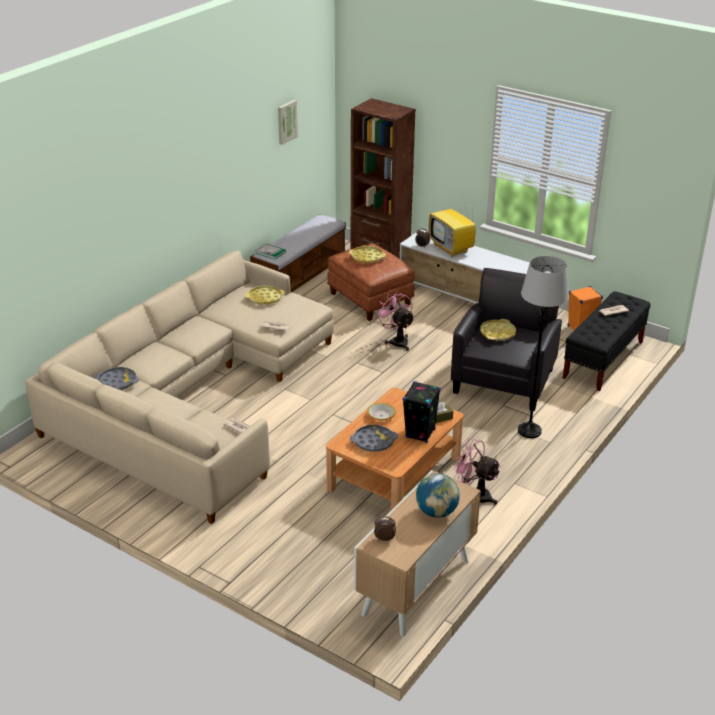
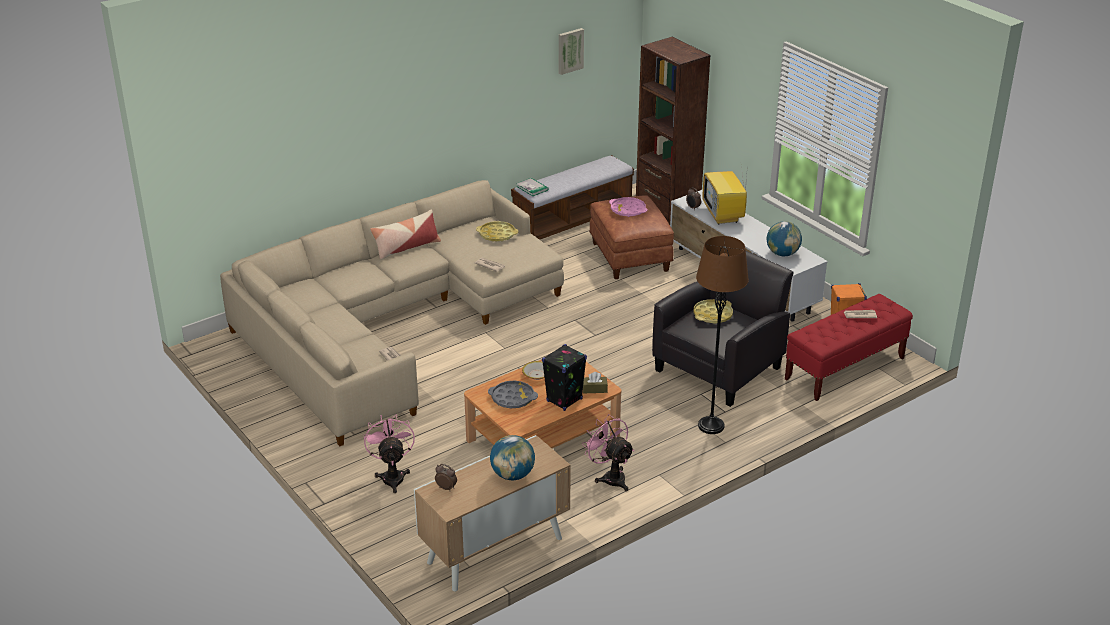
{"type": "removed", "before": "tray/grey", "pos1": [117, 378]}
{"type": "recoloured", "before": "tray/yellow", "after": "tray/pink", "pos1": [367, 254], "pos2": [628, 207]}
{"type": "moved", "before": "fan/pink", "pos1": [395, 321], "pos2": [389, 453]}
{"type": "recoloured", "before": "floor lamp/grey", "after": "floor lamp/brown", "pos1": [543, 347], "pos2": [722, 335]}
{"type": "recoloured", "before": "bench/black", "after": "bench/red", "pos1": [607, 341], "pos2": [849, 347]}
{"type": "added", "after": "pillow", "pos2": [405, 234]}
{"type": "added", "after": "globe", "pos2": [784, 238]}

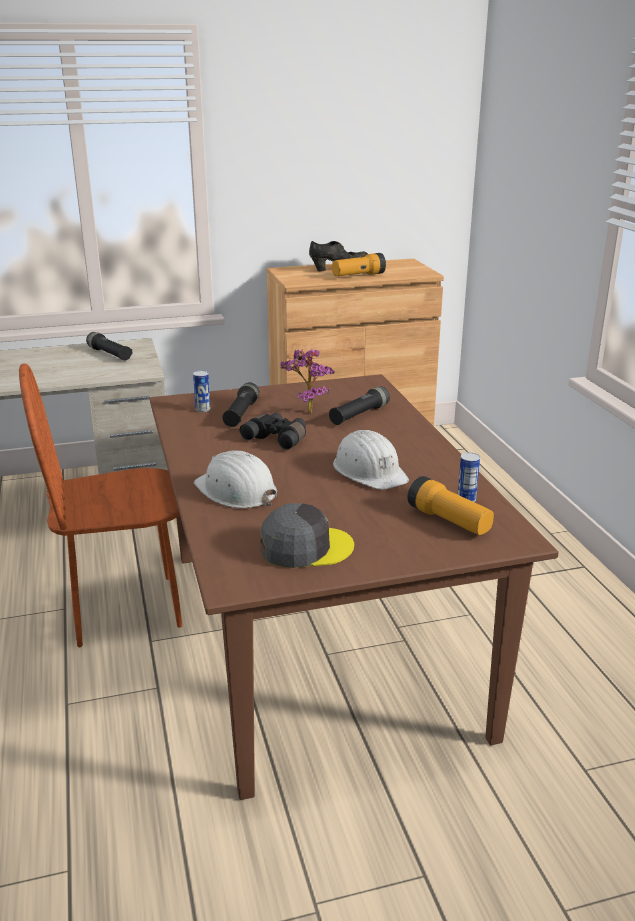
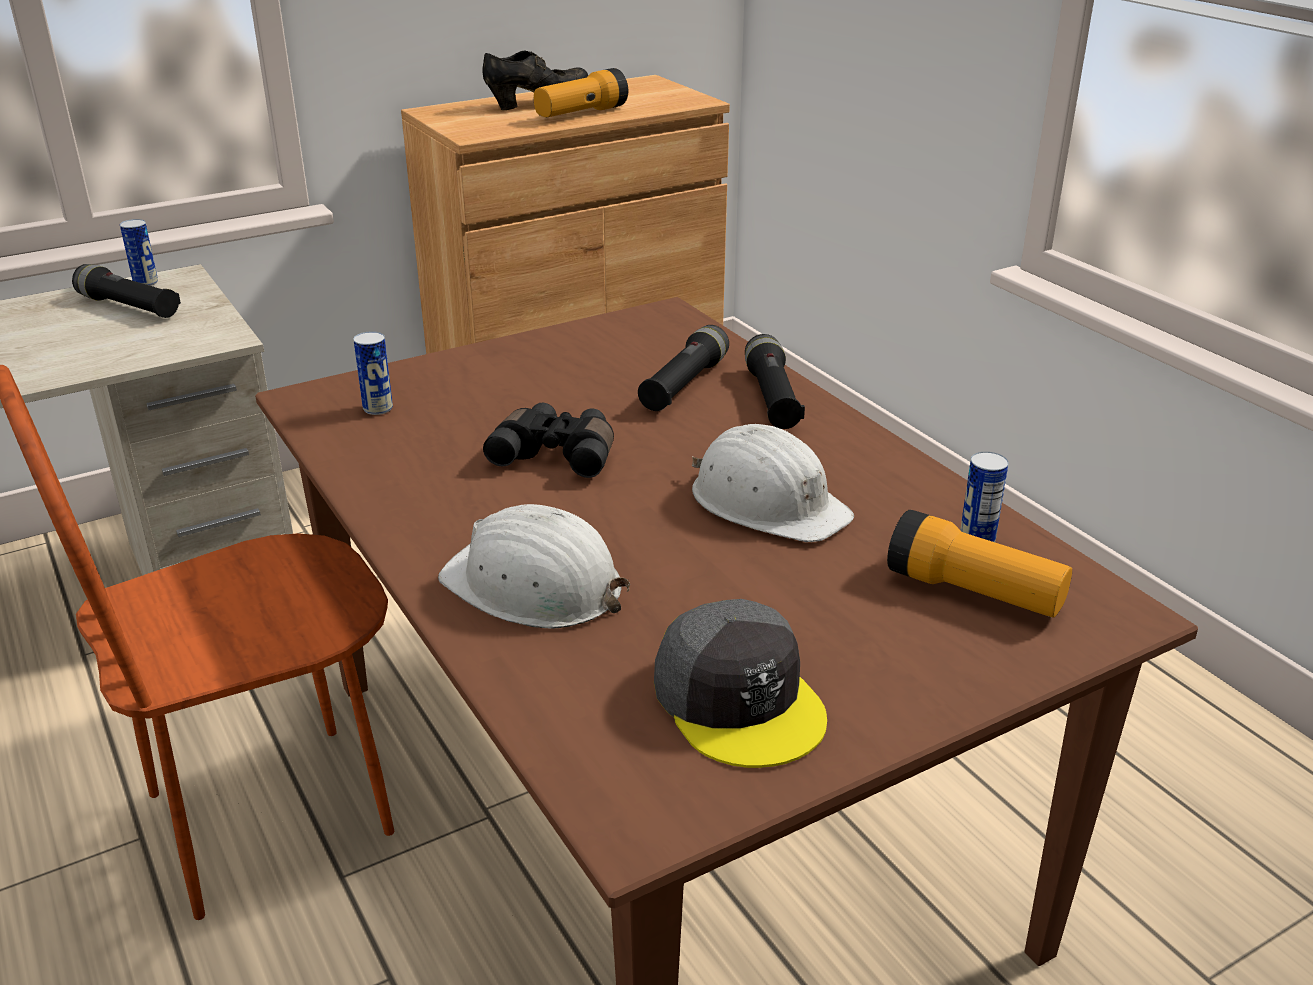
{"type": "moved", "before": "flashlight/black", "pos1": [240, 404], "pos2": [775, 381]}
{"type": "turned", "before": "cap/grey", "pos1": [307, 535], "pos2": [740, 683], "turn": 90}
{"type": "removed", "before": "potted plant", "pos1": [308, 381]}
{"type": "added", "after": "can", "pos2": [139, 252]}

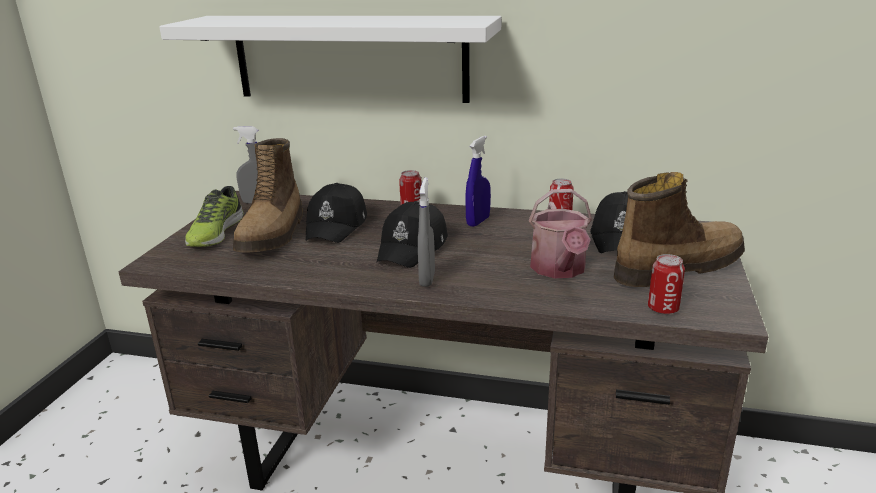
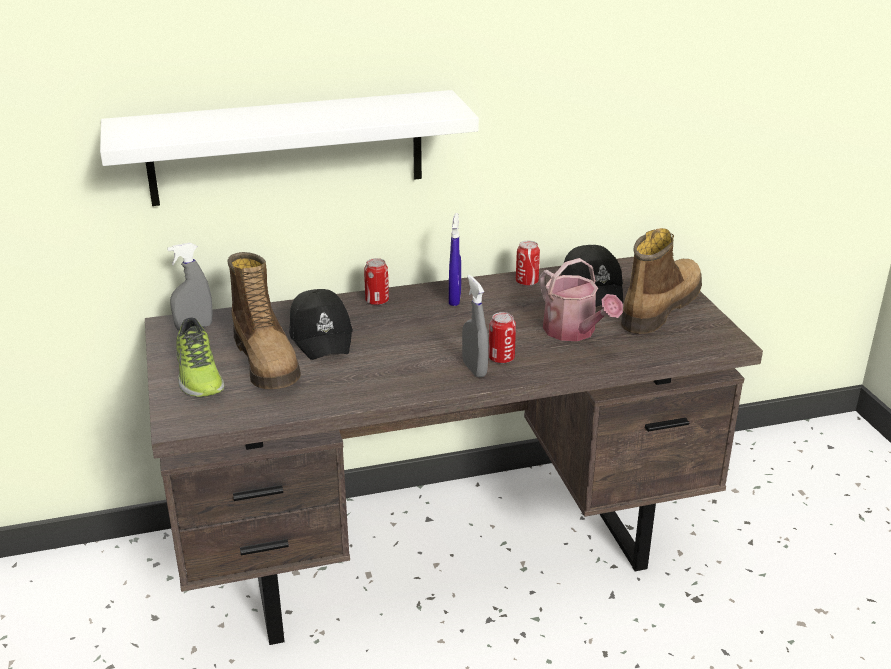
{"type": "removed", "before": "cap/black", "pos1": [412, 234]}
{"type": "moved", "before": "can", "pos1": [666, 284], "pos2": [502, 338]}

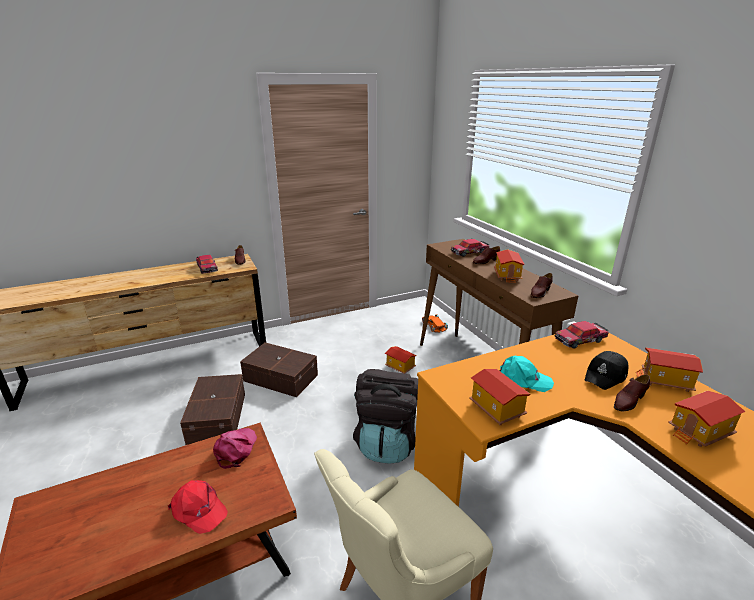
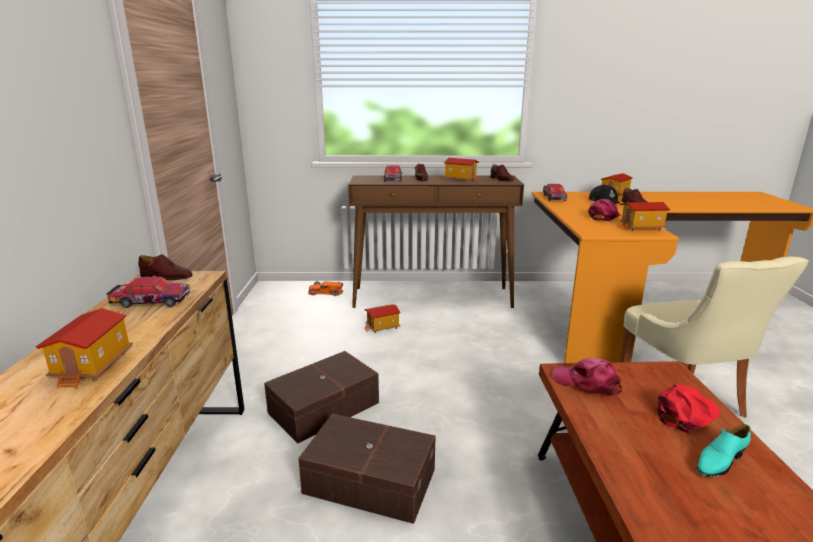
{"type": "removed", "before": "backpack/black", "pos1": [385, 416]}
{"type": "recoloured", "before": "cap/turquoise", "after": "cap/pink", "pos1": [526, 374], "pos2": [604, 210]}
{"type": "moved", "before": "toy house", "pos1": [707, 419], "pos2": [84, 348]}
{"type": "added", "after": "shoe/turquoise", "pos2": [724, 450]}

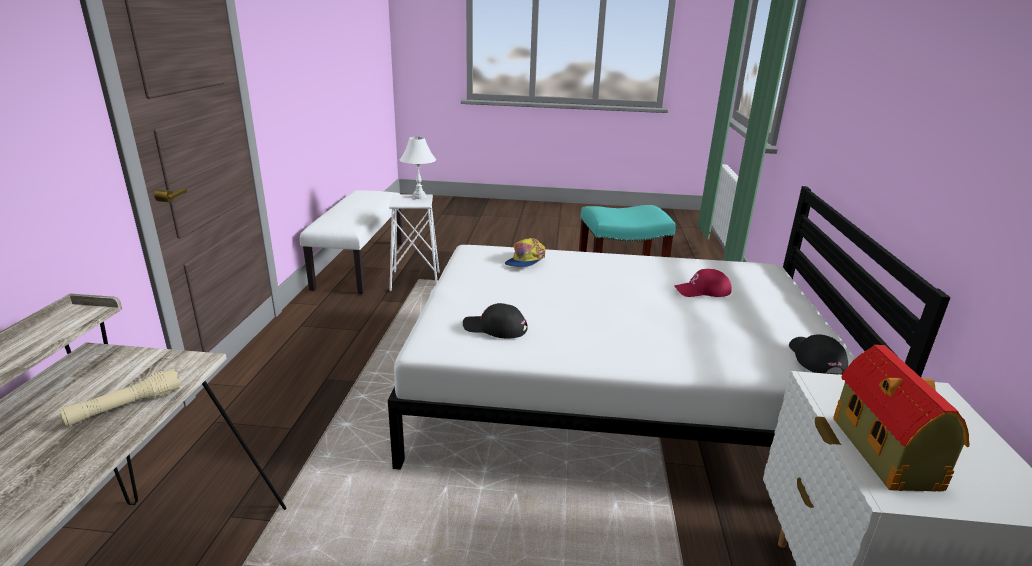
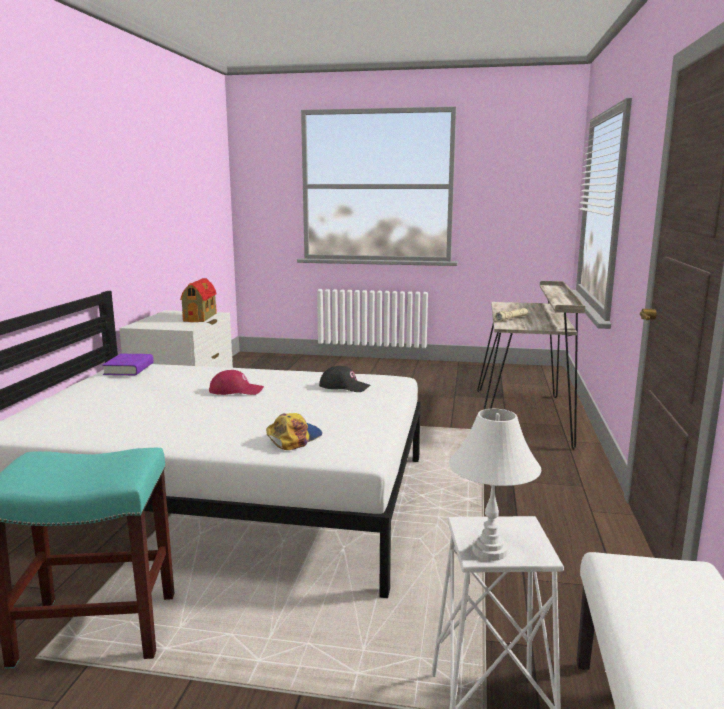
{"type": "moved", "before": "cap/red", "pos1": [702, 283], "pos2": [236, 382]}
{"type": "replaced", "before": "cap/black", "after": "book/purple", "pos1": [818, 354], "pos2": [128, 364]}

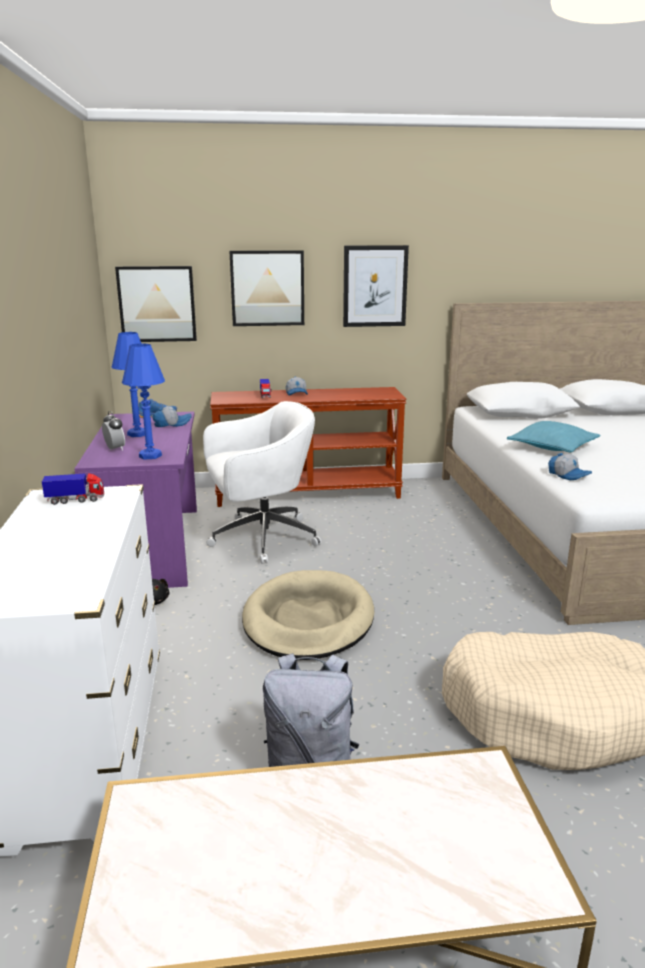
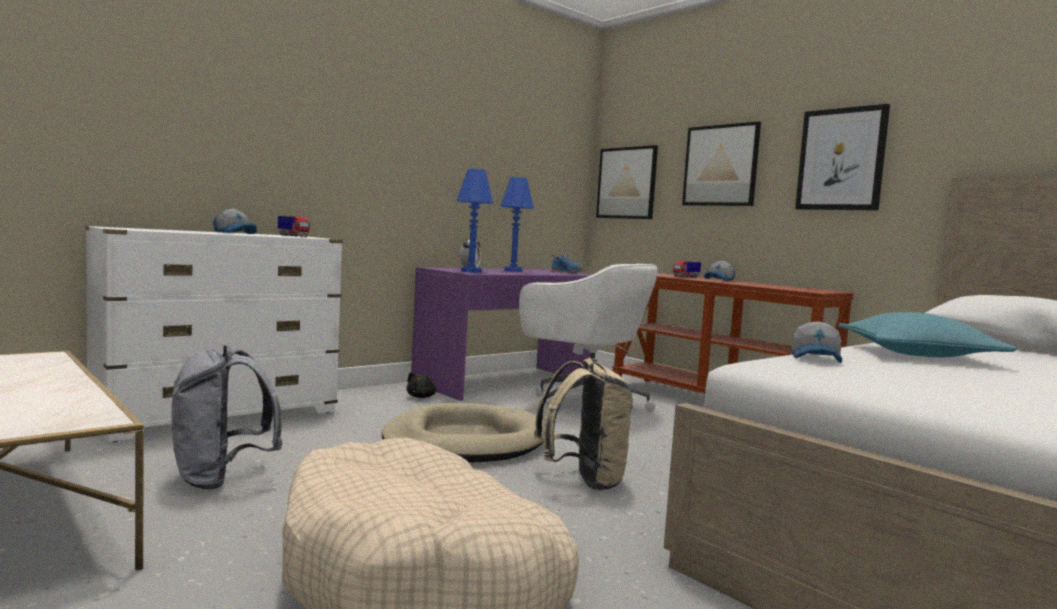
{"type": "moved", "before": "cap", "pos1": [172, 416], "pos2": [235, 221]}
{"type": "added", "after": "backpack/beige", "pos2": [583, 424]}

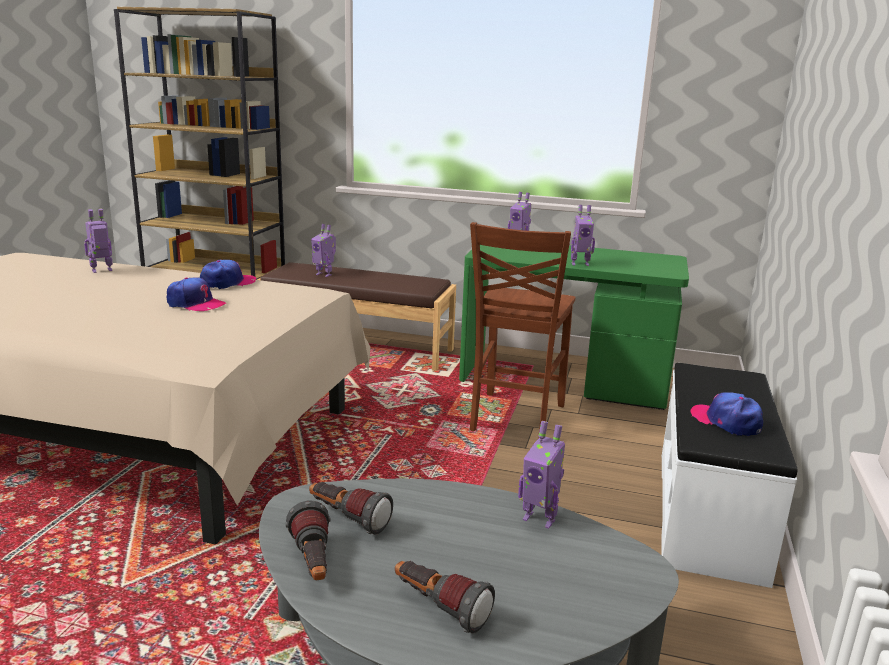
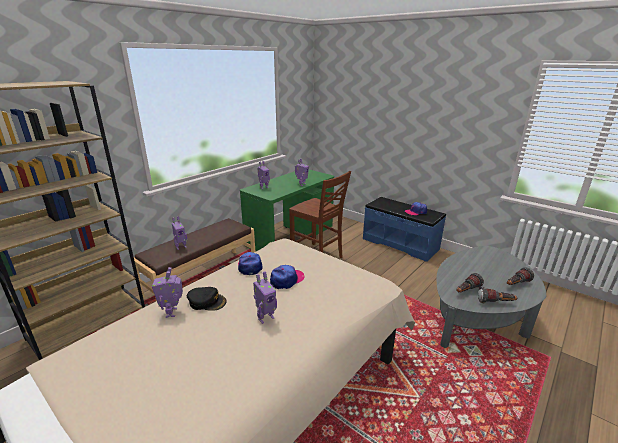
{"type": "moved", "before": "toy robot", "pos1": [541, 475], "pos2": [265, 297]}
{"type": "recoloured", "before": "bench/white", "after": "bench/blue", "pos1": [729, 475], "pos2": [404, 229]}
{"type": "added", "after": "cap/black", "pos2": [207, 299]}

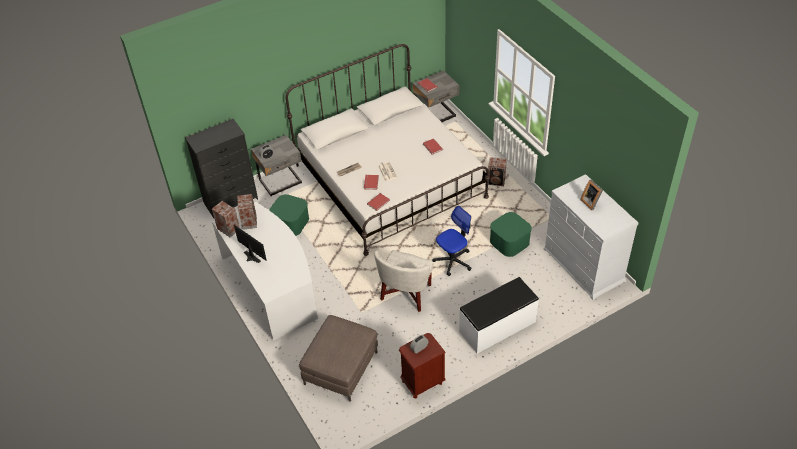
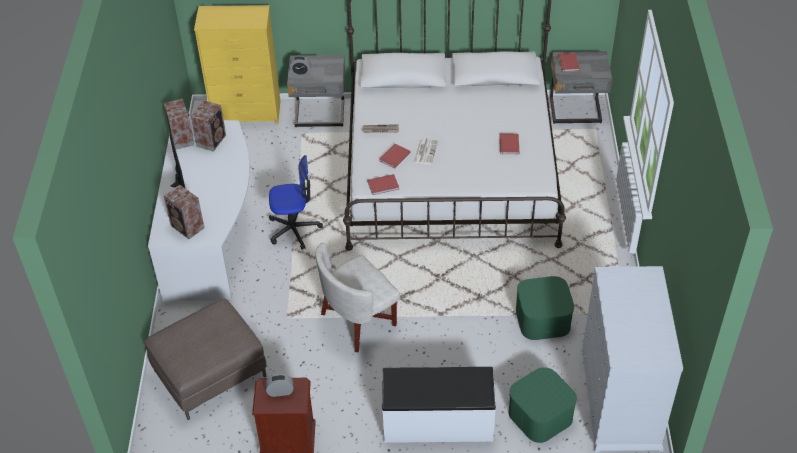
{"type": "recoloured", "before": "dresser/black", "after": "dresser/yellow", "pos1": [221, 168], "pos2": [237, 65]}
{"type": "moved", "before": "storage box/green", "pos1": [289, 215], "pos2": [542, 405]}
{"type": "moved", "before": "office chair", "pos1": [452, 241], "pos2": [296, 202]}
{"type": "moved", "before": "speaker", "pos1": [497, 171], "pos2": [184, 212]}
{"type": "removed", "before": "picture frame", "pos1": [591, 195]}

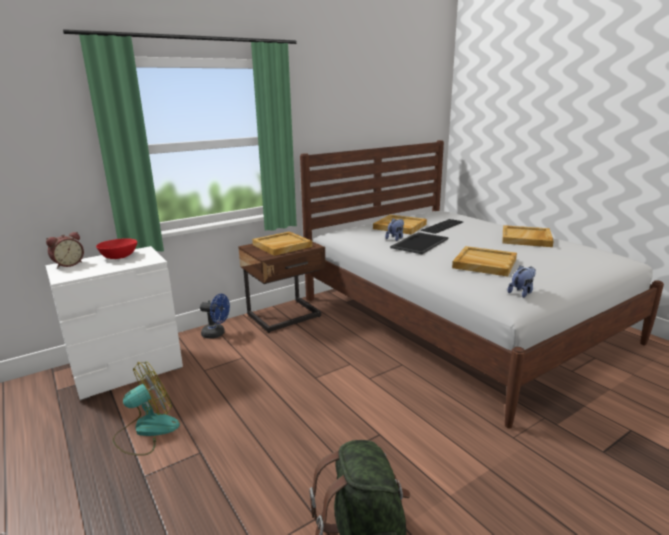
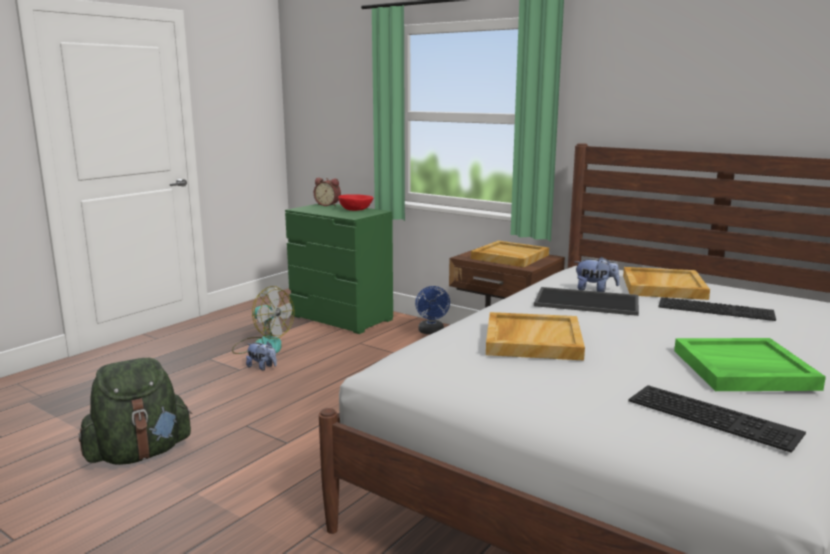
{"type": "recoloured", "before": "dresser/white", "after": "dresser/green", "pos1": [114, 323], "pos2": [339, 269]}
{"type": "recoloured", "before": "tray/beige", "after": "tray/green", "pos1": [528, 236], "pos2": [750, 364]}
{"type": "moved", "before": "plush toy", "pos1": [522, 281], "pos2": [261, 356]}
{"type": "added", "after": "keyboard", "pos2": [717, 419]}

